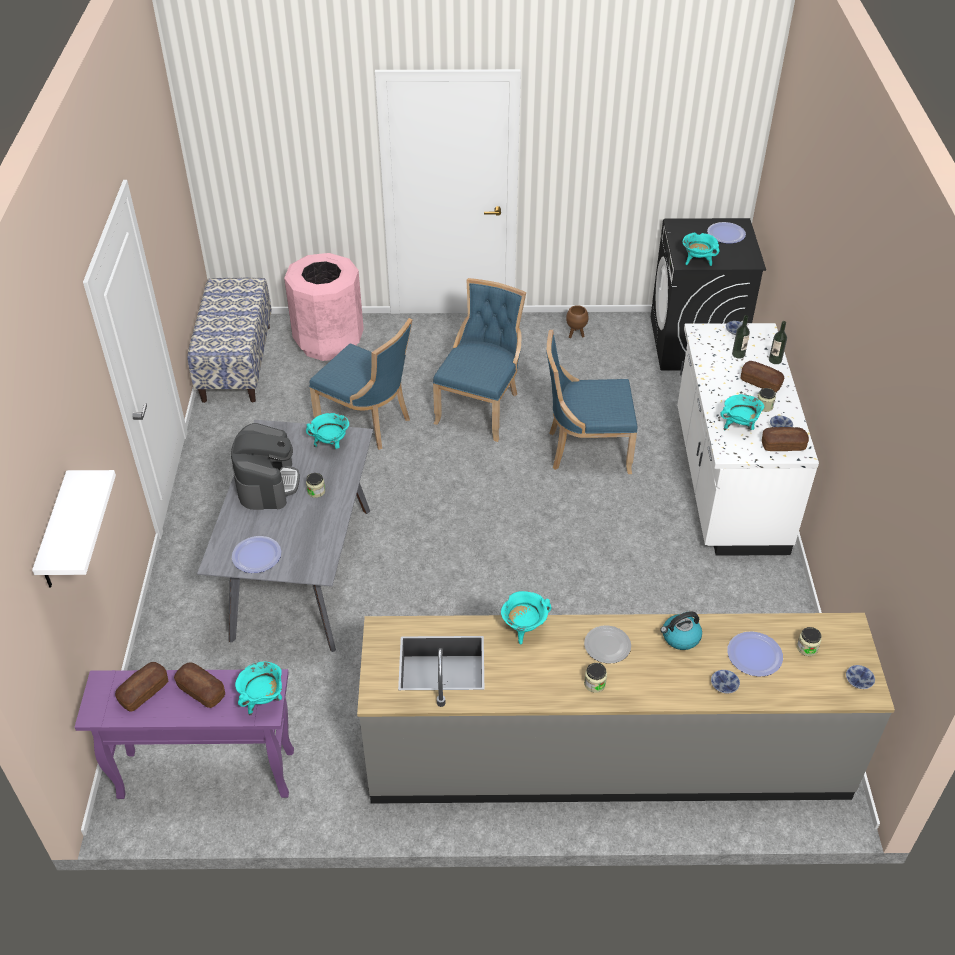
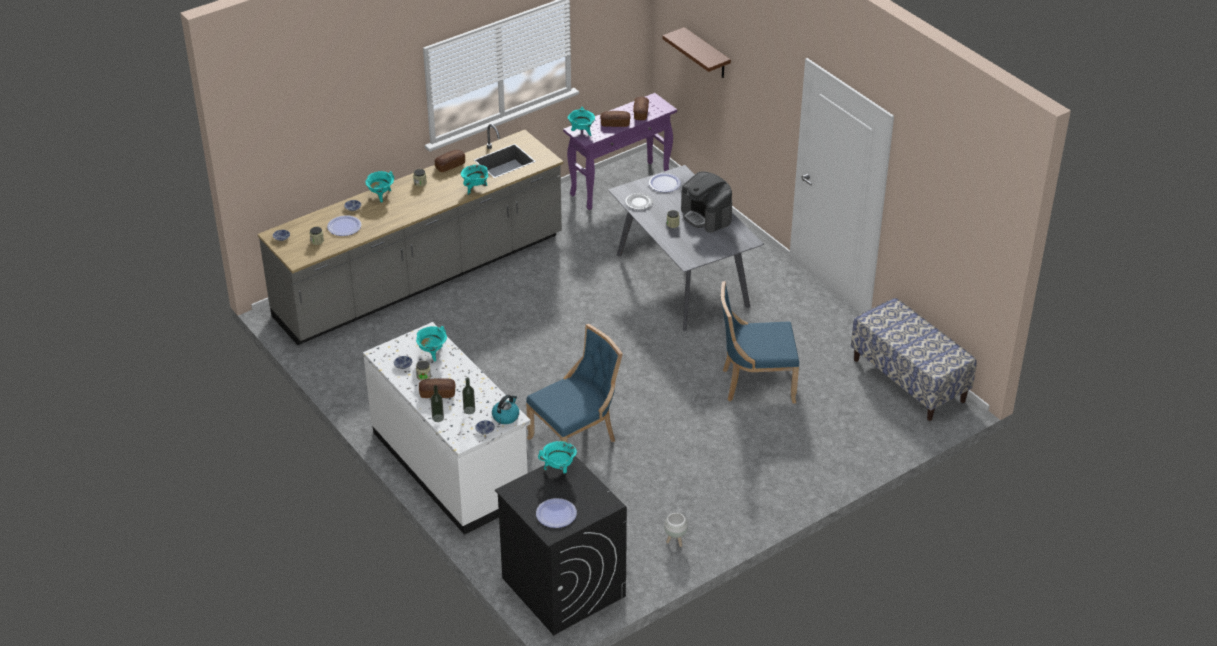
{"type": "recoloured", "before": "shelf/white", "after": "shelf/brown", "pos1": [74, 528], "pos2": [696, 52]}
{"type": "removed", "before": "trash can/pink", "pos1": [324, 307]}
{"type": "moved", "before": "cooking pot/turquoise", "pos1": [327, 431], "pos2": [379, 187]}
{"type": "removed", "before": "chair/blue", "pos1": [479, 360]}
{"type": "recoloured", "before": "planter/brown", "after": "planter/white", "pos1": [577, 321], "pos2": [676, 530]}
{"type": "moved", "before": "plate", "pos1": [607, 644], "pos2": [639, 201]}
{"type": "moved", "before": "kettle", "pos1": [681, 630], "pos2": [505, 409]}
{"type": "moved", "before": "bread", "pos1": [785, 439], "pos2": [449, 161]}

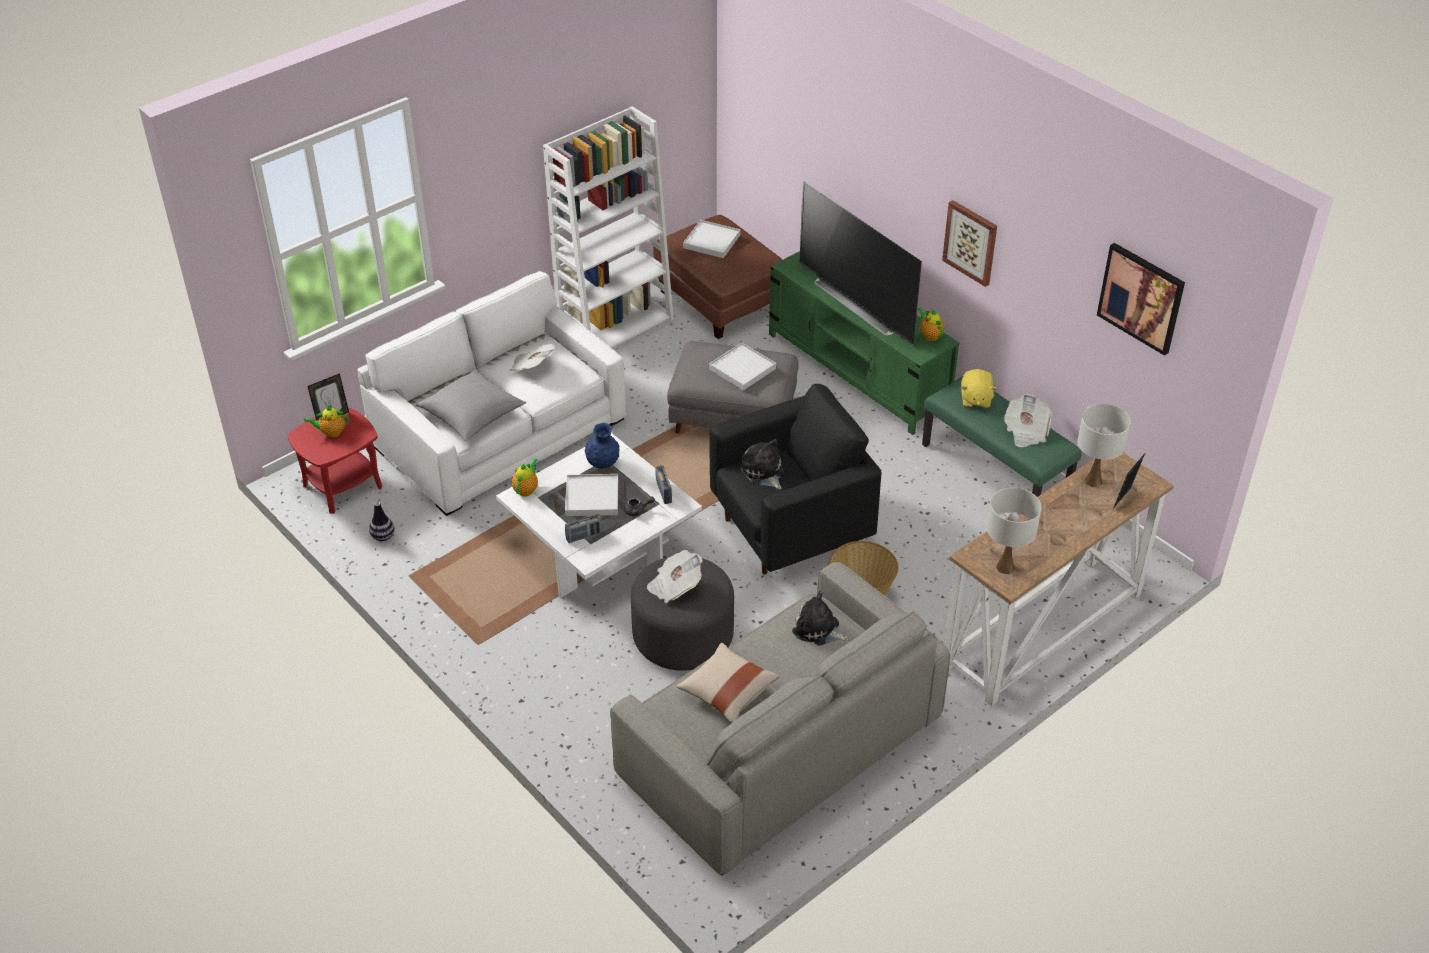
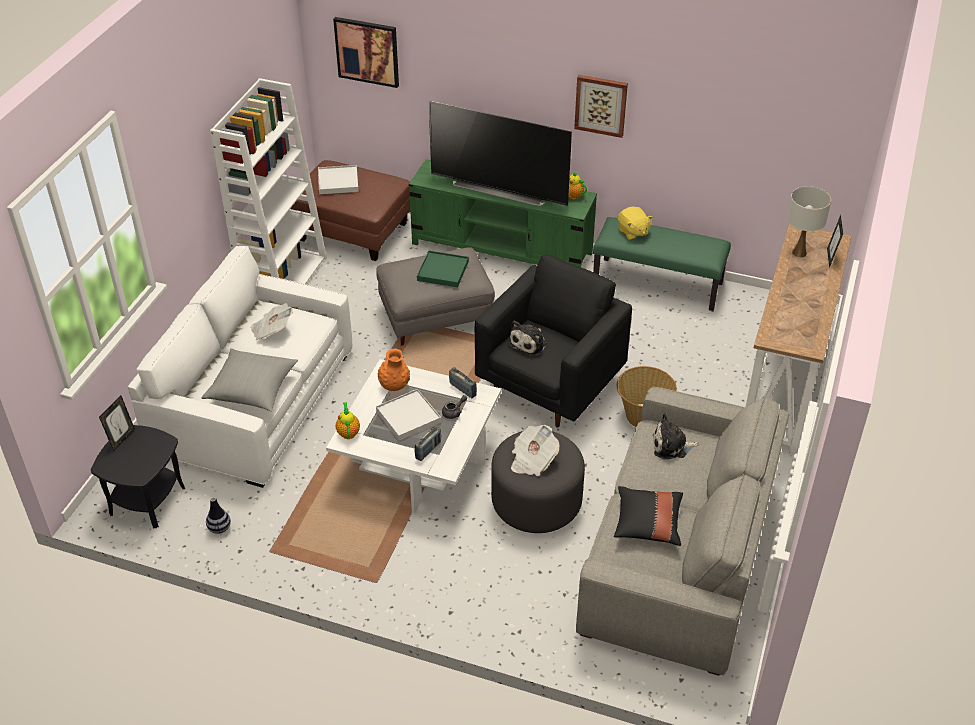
{"type": "recoloured", "before": "side table/red", "after": "side table/black", "pos1": [334, 460], "pos2": [138, 477]}
{"type": "removed", "before": "teapot", "pos1": [326, 421]}
{"type": "recoloured", "before": "vase/blue", "after": "vase/orange", "pos1": [602, 445], "pos2": [394, 370]}
{"type": "recoloured", "before": "pillow/beige", "after": "pillow/black", "pos1": [727, 683], "pos2": [648, 516]}
{"type": "recoloured", "before": "tray/white", "after": "tray/green", "pos1": [742, 367], "pos2": [443, 269]}
{"type": "turned", "before": "plush toy", "pos1": [763, 464], "pos2": [527, 338], "turn": -90}
{"type": "removed", "before": "table lamp/white", "pos1": [1014, 530]}
{"type": "removed", "before": "newspaper", "pos1": [1028, 420]}
{"type": "moved", "before": "picture", "pos1": [1141, 299], "pos2": [366, 52]}

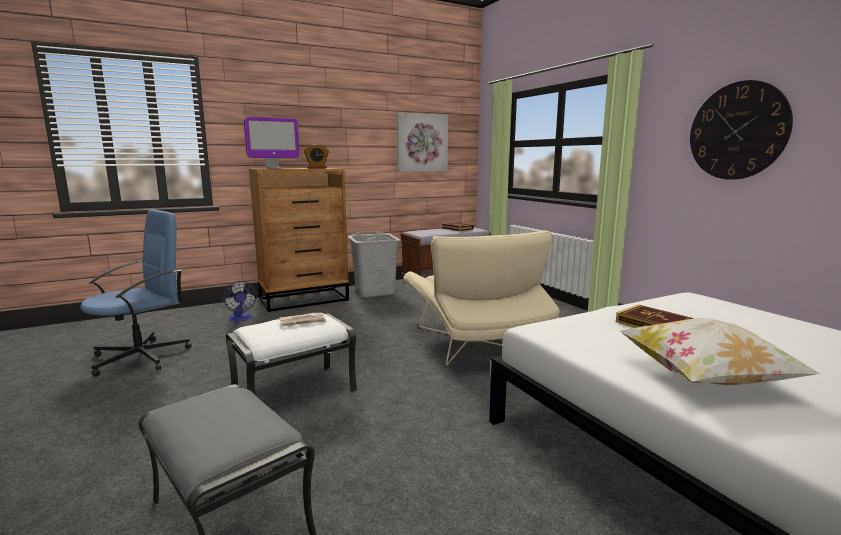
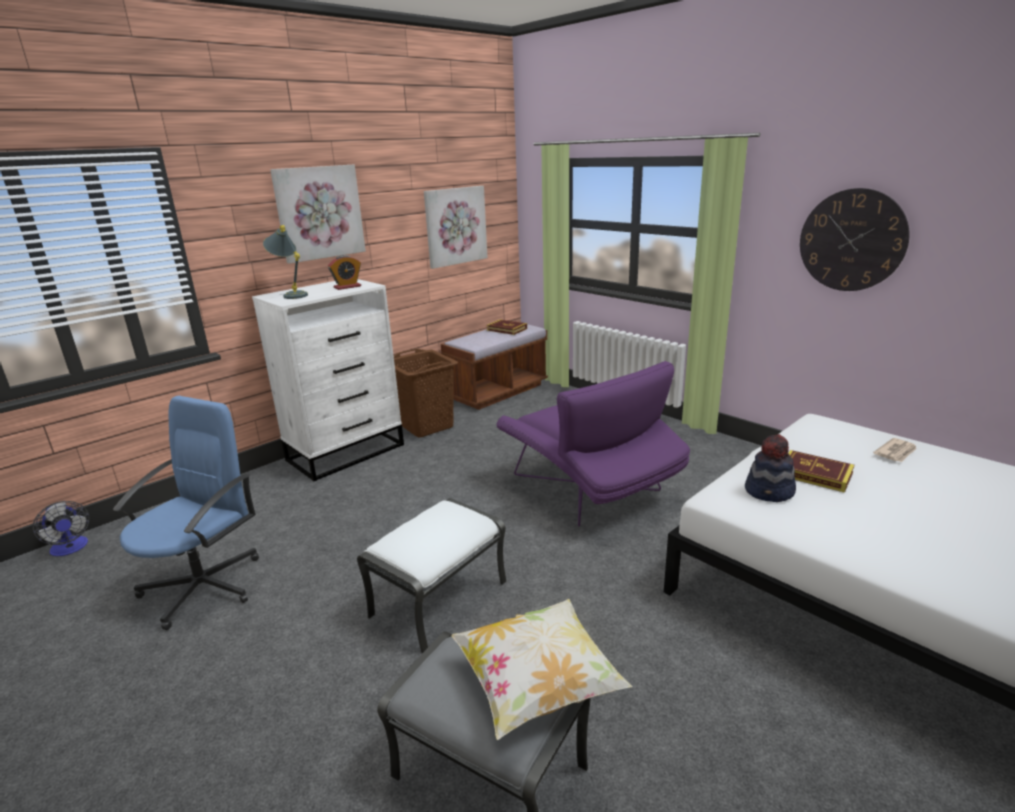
{"type": "moved", "before": "fan", "pos1": [240, 301], "pos2": [61, 528]}
{"type": "replaced", "before": "monitor", "after": "table lamp/grey", "pos1": [271, 143], "pos2": [285, 262]}
{"type": "recoloured", "before": "dresser/brown", "after": "dresser/white", "pos1": [299, 240], "pos2": [328, 380]}
{"type": "moved", "before": "newspaper", "pos1": [303, 319], "pos2": [895, 450]}
{"type": "recoloured", "before": "laundry basket/grey", "after": "laundry basket/brown", "pos1": [374, 264], "pos2": [426, 393]}
{"type": "recoloured", "before": "armchair/beige", "after": "armchair/purple", "pos1": [481, 298], "pos2": [593, 444]}
{"type": "moved", "before": "pillow", "pos1": [720, 351], "pos2": [542, 669]}
{"type": "added", "after": "picture", "pos2": [318, 214]}
{"type": "added", "after": "hat", "pos2": [770, 468]}

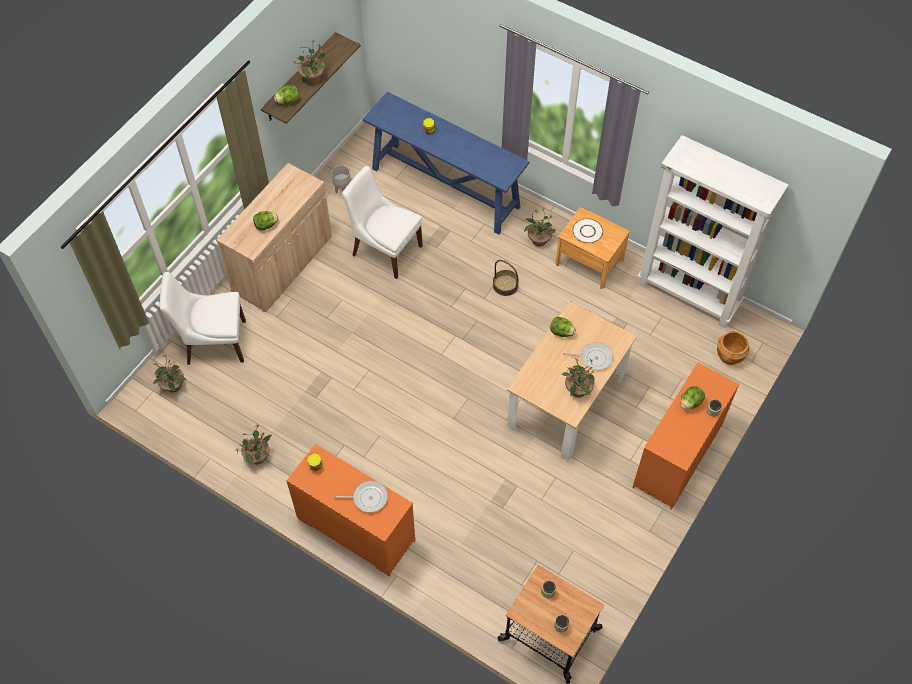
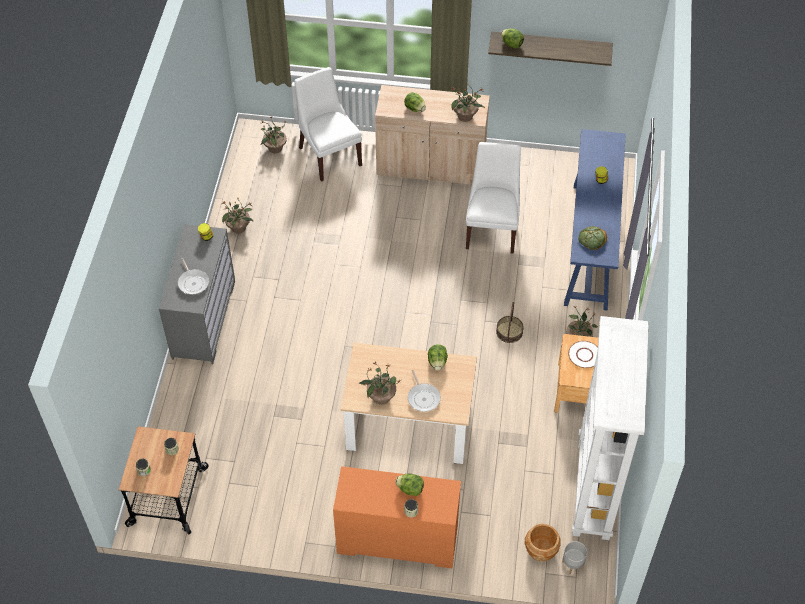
{"type": "recoloured", "before": "dresser/orange", "after": "dresser/grey", "pos1": [351, 510], "pos2": [197, 294]}
{"type": "moved", "before": "potted plant", "pos1": [310, 61], "pos2": [467, 102]}
{"type": "moved", "before": "planter/grey", "pos1": [341, 179], "pos2": [574, 558]}
{"type": "added", "after": "bread", "pos2": [592, 238]}

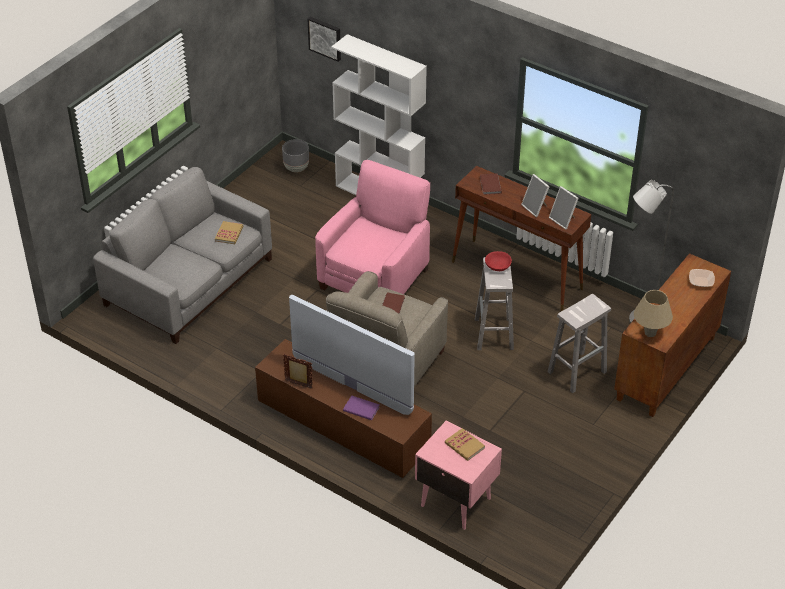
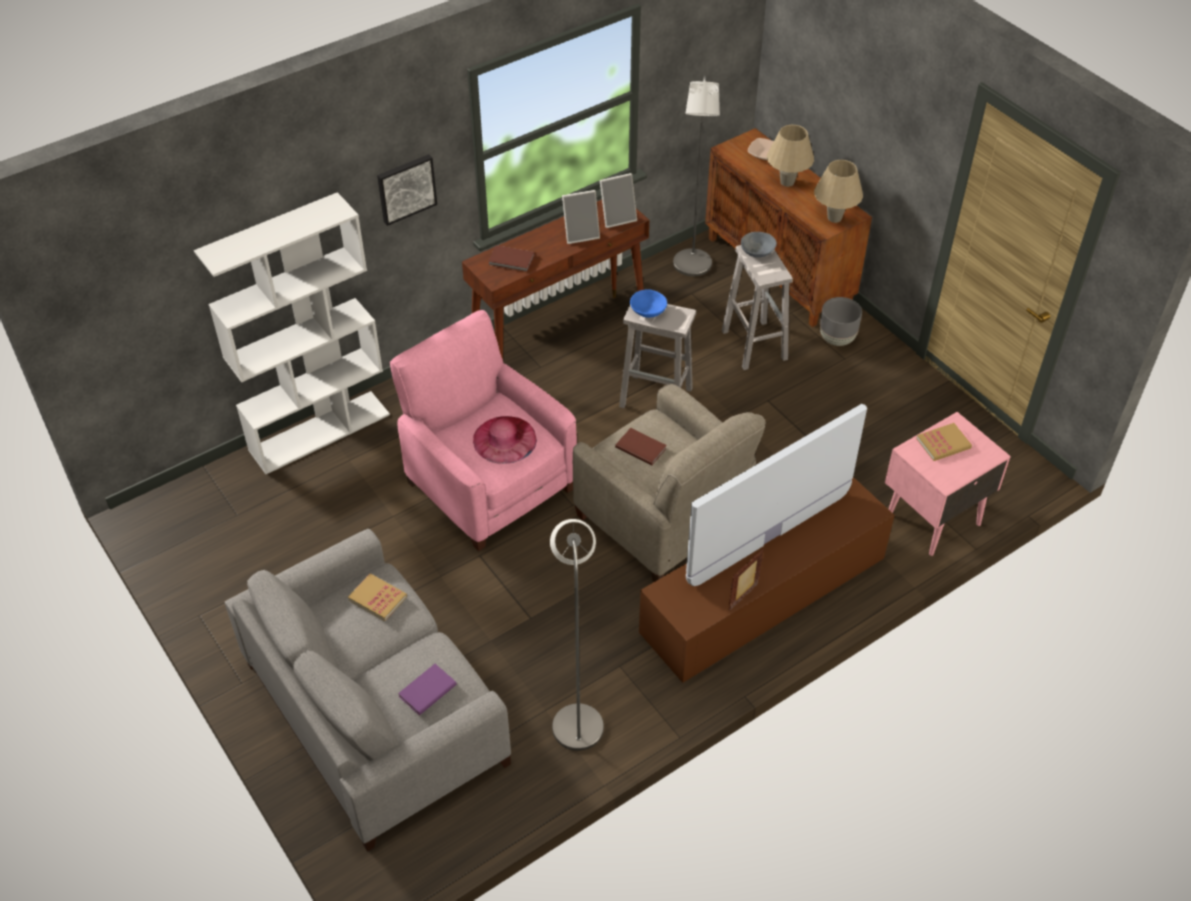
{"type": "moved", "before": "planter/grey", "pos1": [295, 155], "pos2": [841, 321]}
{"type": "moved", "before": "picture", "pos1": [324, 39], "pos2": [407, 190]}
{"type": "moved", "before": "book/purple", "pos1": [361, 407], "pos2": [427, 689]}
{"type": "recoloured", "before": "bowl/red", "after": "bowl/blue", "pos1": [498, 261], "pos2": [648, 303]}
{"type": "added", "after": "hat/pink", "pos2": [505, 440]}
{"type": "added", "after": "floor lamp/grey", "pos2": [577, 635]}
{"type": "added", "after": "bowl/grey", "pos2": [759, 245]}
{"type": "added", "after": "table lamp/beige", "pos2": [790, 156]}

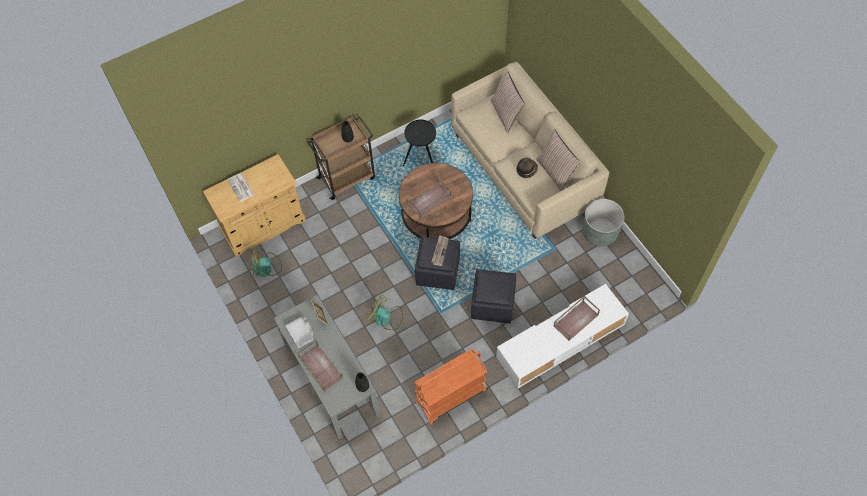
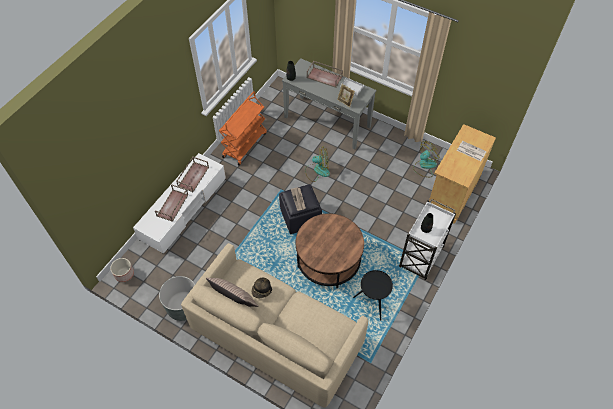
{"type": "recoloured", "before": "cart/brown", "after": "cart/white", "pos1": [341, 158], "pos2": [427, 239]}
{"type": "moved", "before": "tray/brown", "pos1": [429, 197], "pos2": [192, 174]}
{"type": "removed", "before": "ottoman/black", "pos1": [493, 296]}
{"type": "removed", "before": "pillow", "pos1": [508, 101]}
{"type": "added", "after": "planter", "pos2": [122, 270]}

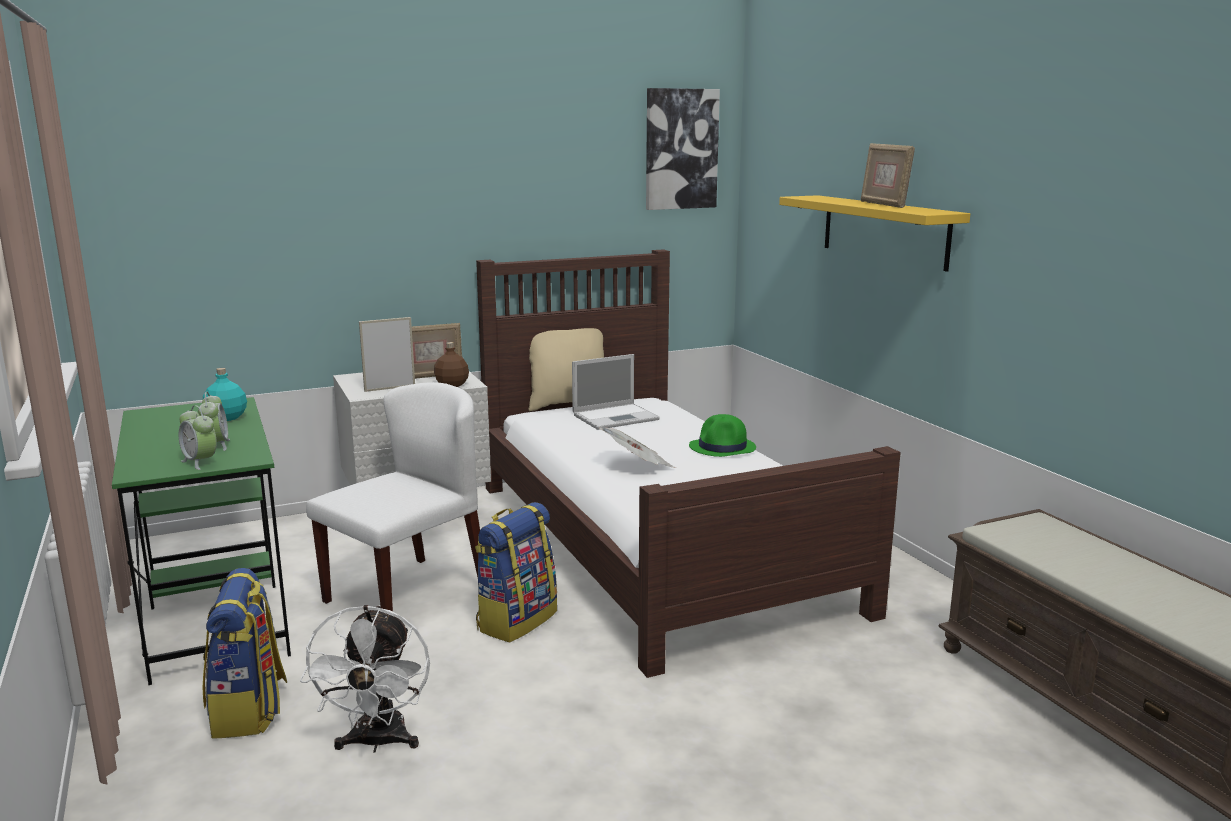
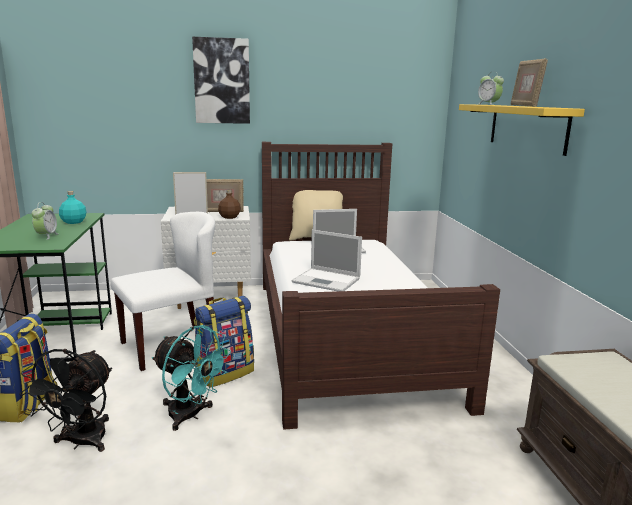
{"type": "moved", "before": "alarm clock", "pos1": [198, 437], "pos2": [490, 88]}
{"type": "recoloured", "before": "fan/white", "after": "fan/black", "pos1": [365, 679], "pos2": [66, 400]}
{"type": "replaced", "before": "newspaper", "after": "laptop", "pos1": [637, 447], "pos2": [327, 260]}
{"type": "moved", "before": "picture", "pos1": [683, 149], "pos2": [221, 80]}
{"type": "removed", "before": "hat/green", "pos1": [722, 435]}
{"type": "added", "after": "fan/turquoise", "pos2": [191, 378]}

